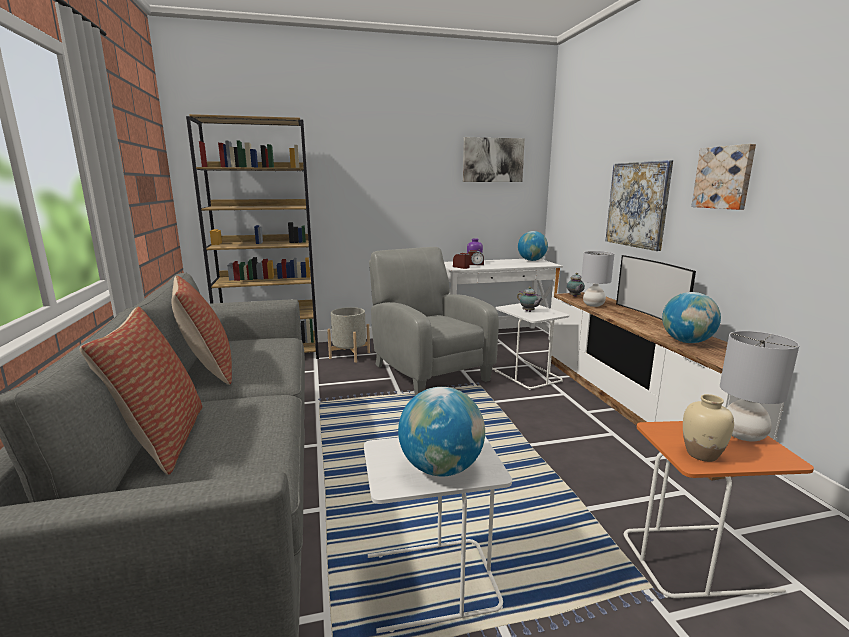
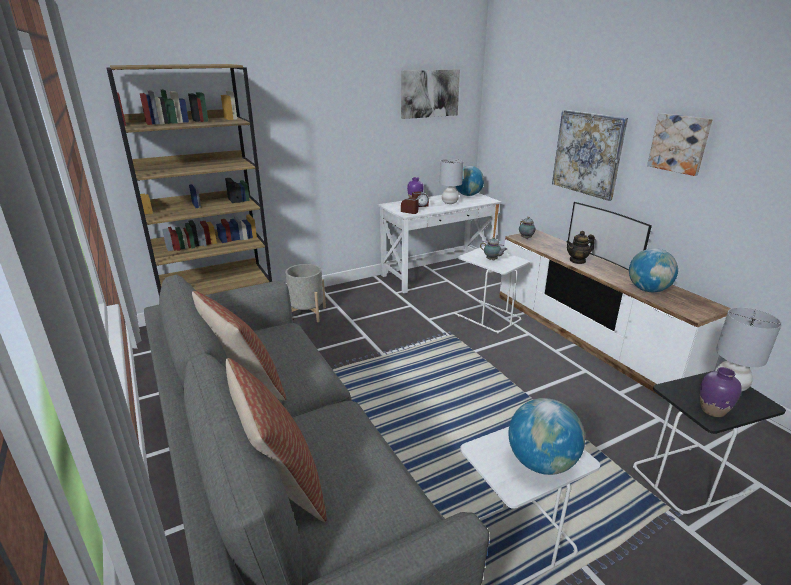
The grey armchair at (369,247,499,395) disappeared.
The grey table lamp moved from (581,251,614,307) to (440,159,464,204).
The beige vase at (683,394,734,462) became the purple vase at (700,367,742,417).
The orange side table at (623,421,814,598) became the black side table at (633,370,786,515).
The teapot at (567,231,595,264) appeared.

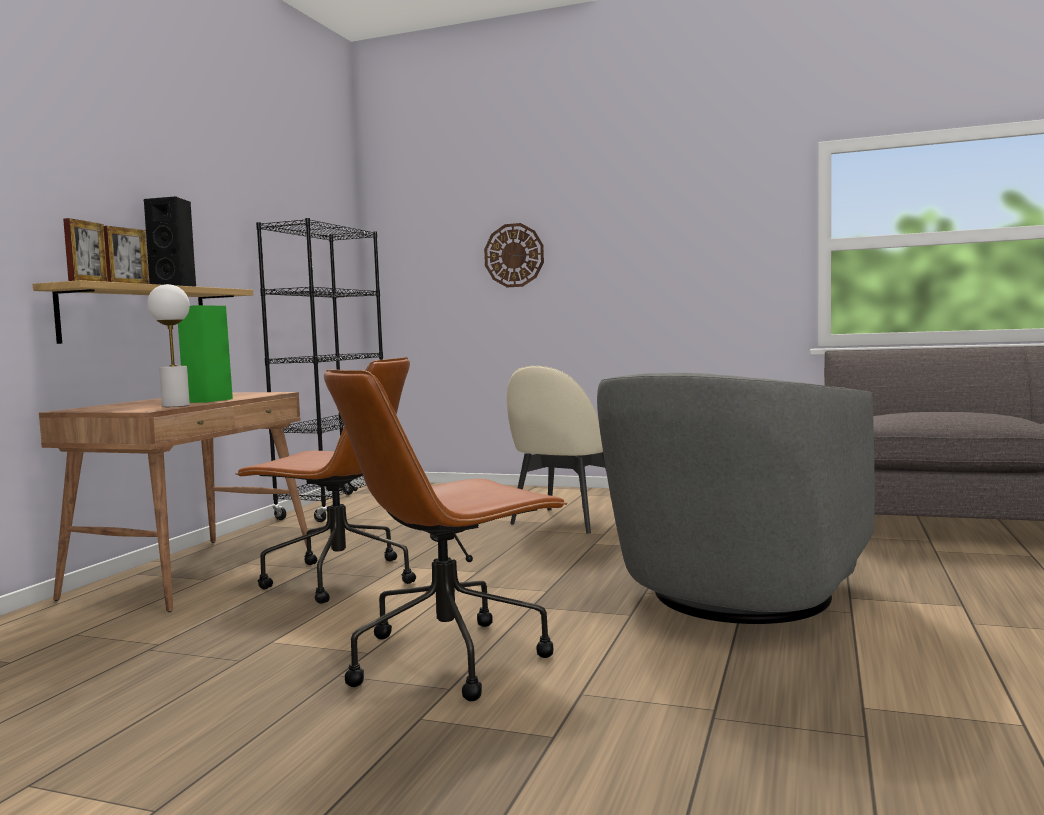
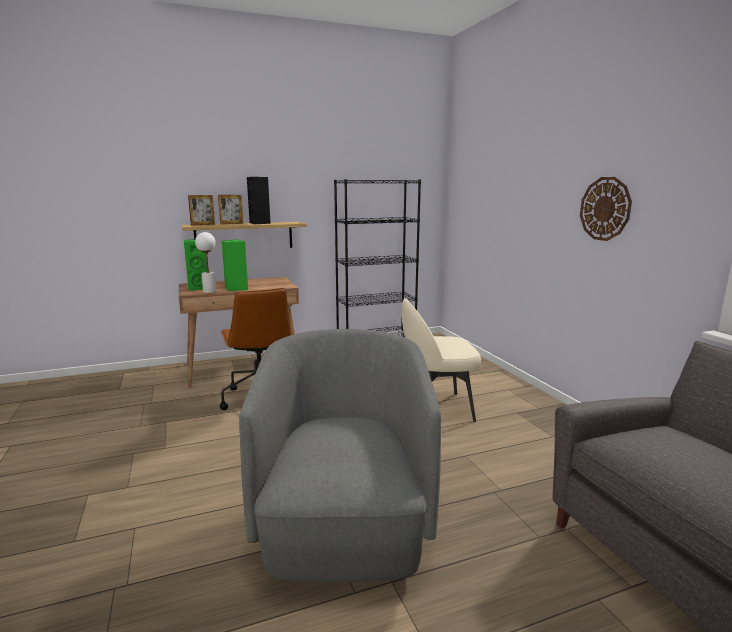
The wall clock moved from (484,223,544,287) to (580,177,632,241).
The brown office chair at (324,369,567,701) disappeared.
The grey armchair at (597,373,875,624) turned 90 degrees clockwise.
The green speaker at (184,239,207,291) appeared.

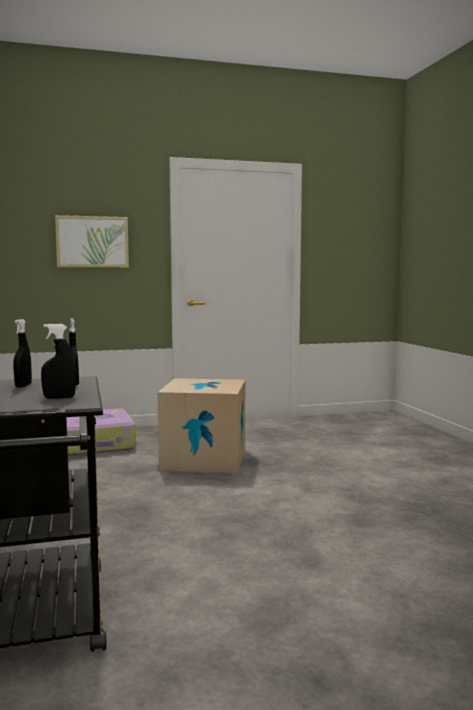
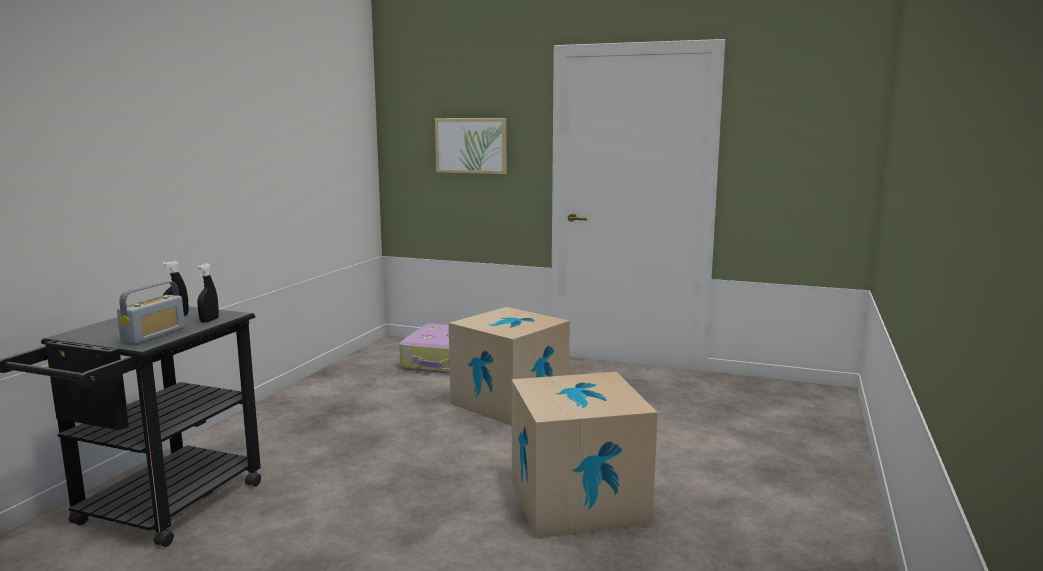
The black spray bottle at (41,324,76,399) was replaced by the radio at (117,281,185,344).
The cardboard box at (511,372,658,538) appeared.

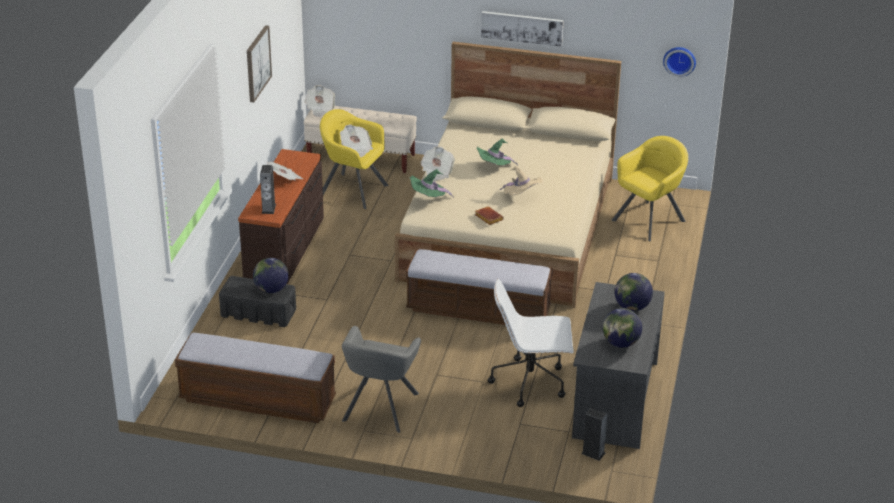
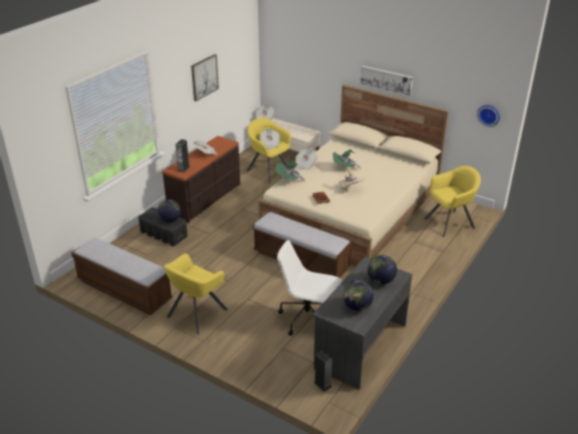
The grey armchair at (342,326,421,433) became the yellow armchair at (164,254,228,335).

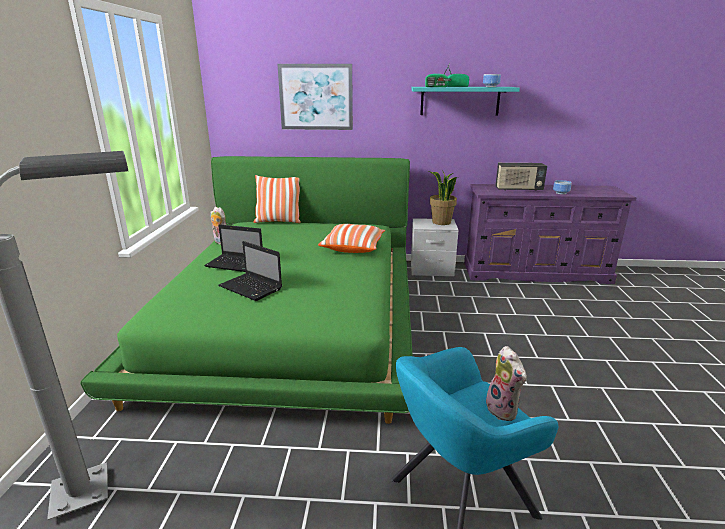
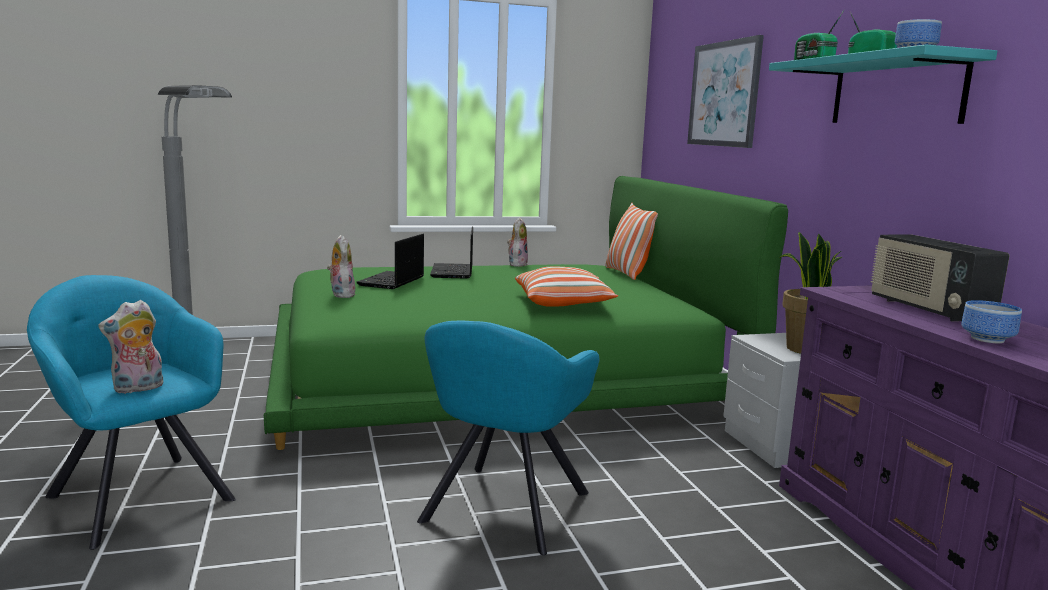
The plush toy at (327,235,355,298) appeared.
The turquoise armchair at (417,321,599,555) appeared.

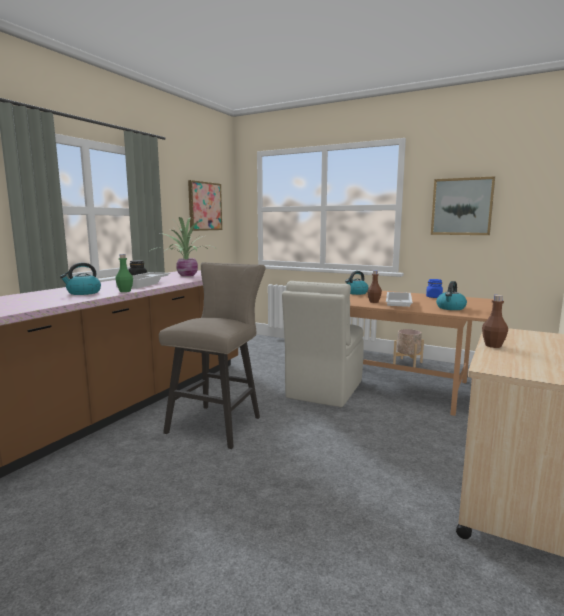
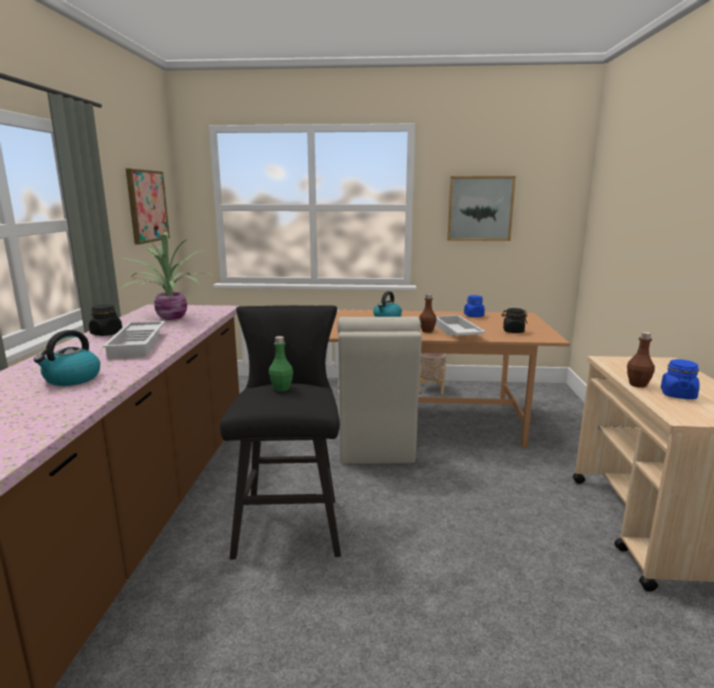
The green bottle moved from (115,254,133,292) to (269,336,293,392).
The beige stool at (159,262,266,449) became the black stool at (220,305,341,560).
The kettle at (436,281,467,310) was replaced by the black jar at (502,308,527,333).
The blue jar at (661,359,700,399) appeared.

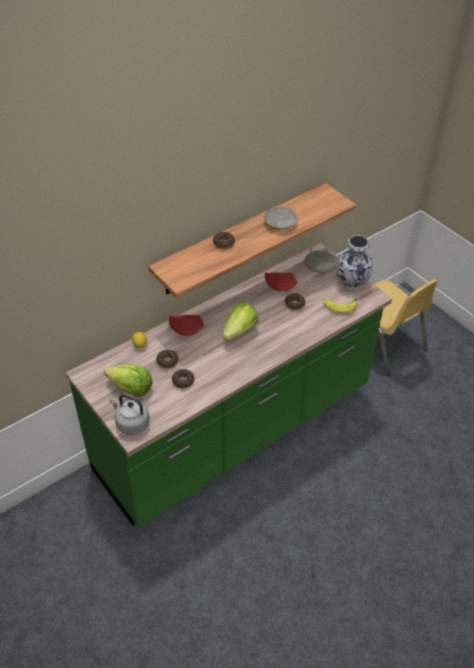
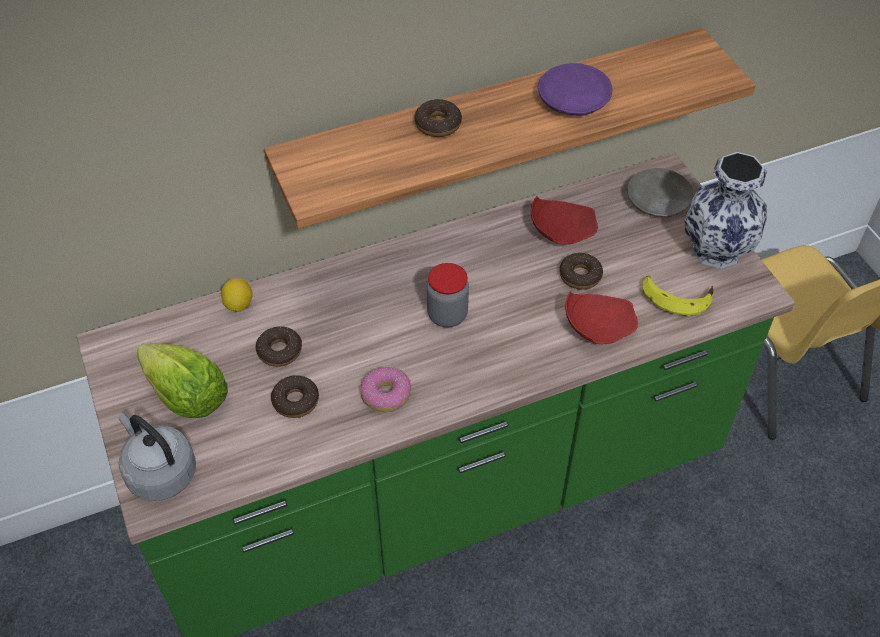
The beige plate at (264,207,298,230) became the purple plate at (538,63,612,116).
The lettuce at (222,303,259,341) was replaced by the jar at (427,263,469,327).
The red plate moved from (169,315,204,336) to (565,292,638,344).
The donut at (360,367,411,412) appeared.

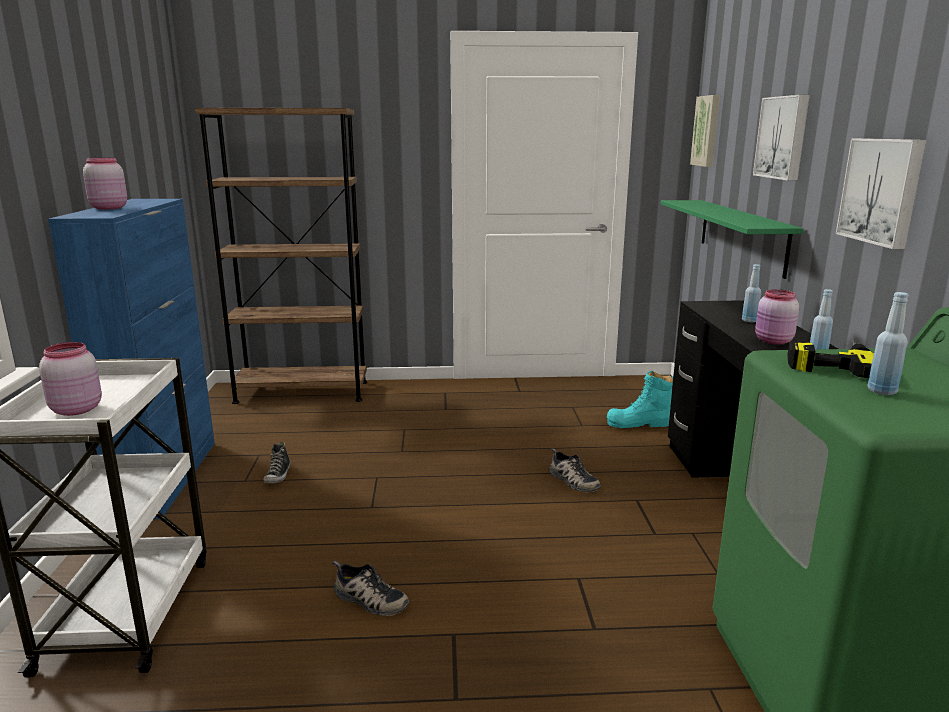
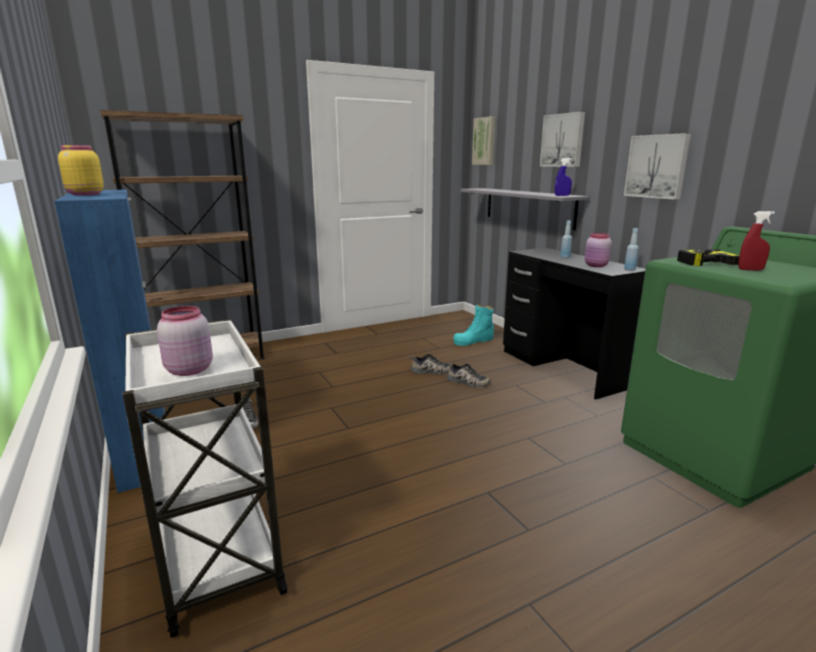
The pink jar at (83,158,127,209) became the yellow jar at (58,145,104,195).
The green shelf at (661,200,804,279) became the grey shelf at (461,188,589,230).
The blue bottle at (868,292,908,395) was replaced by the red spray bottle at (738,211,775,271).
The shoe moved from (332,561,409,616) to (409,354,452,375).
The blue spray bottle at (555,158,572,196) appeared.

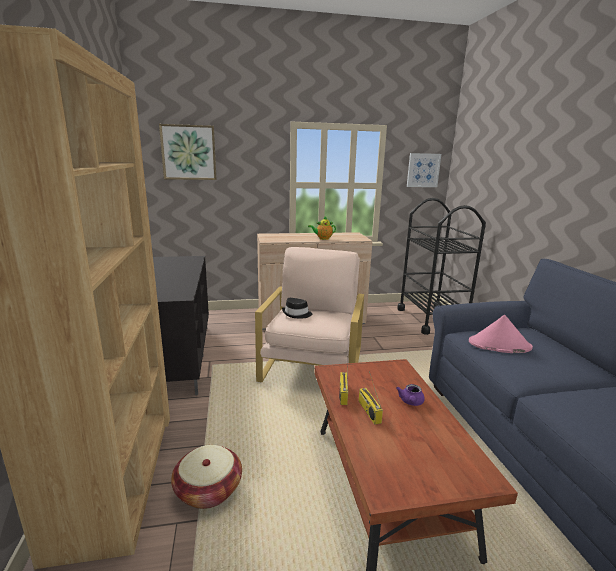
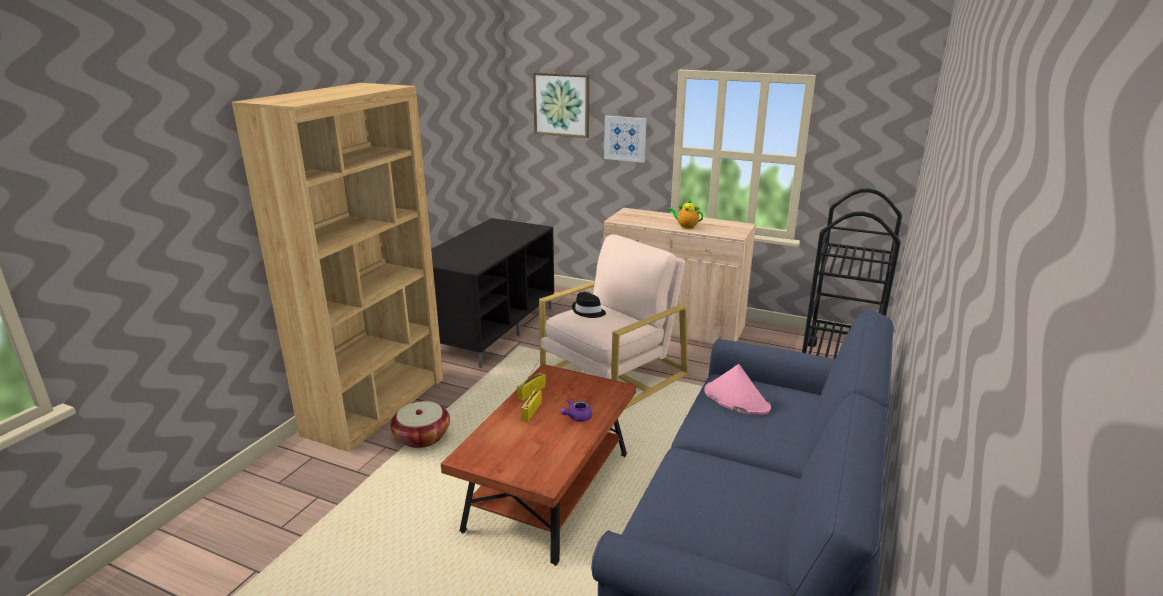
The picture moved from (407,153,441,187) to (604,116,646,163).

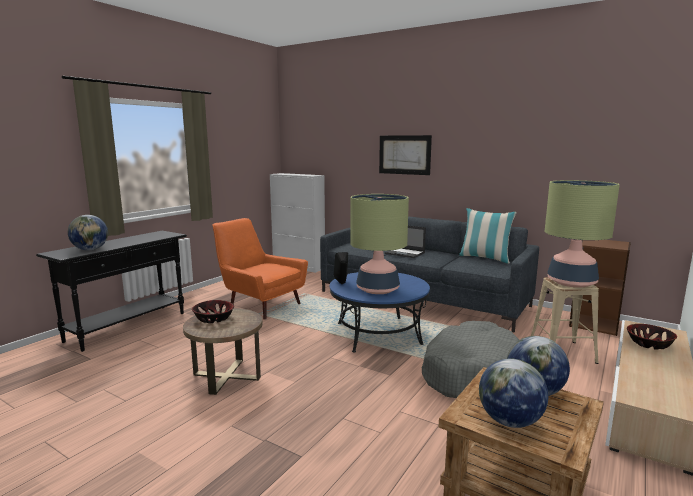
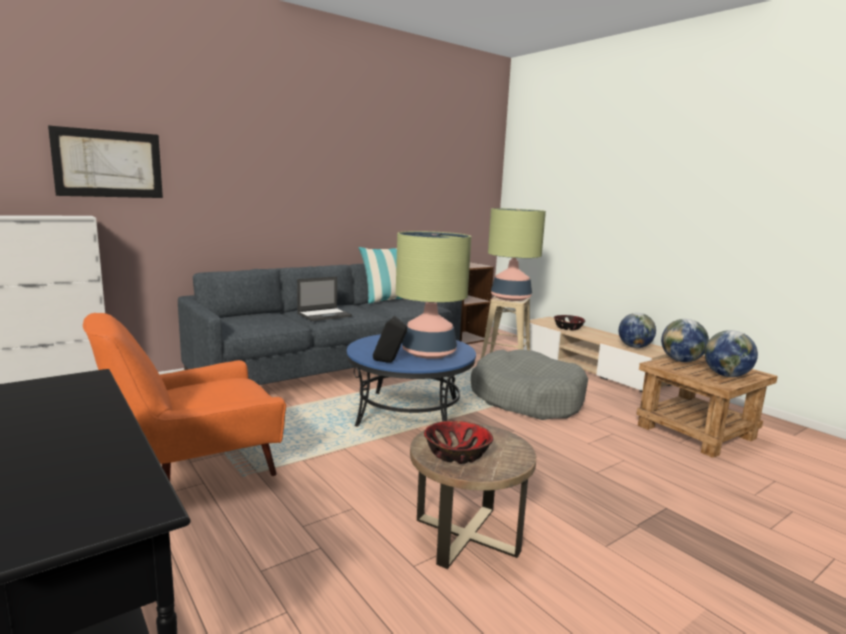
The picture moved from (379,135,432,175) to (48,125,163,198).
The globe moved from (68,215,108,250) to (619,313,656,348).

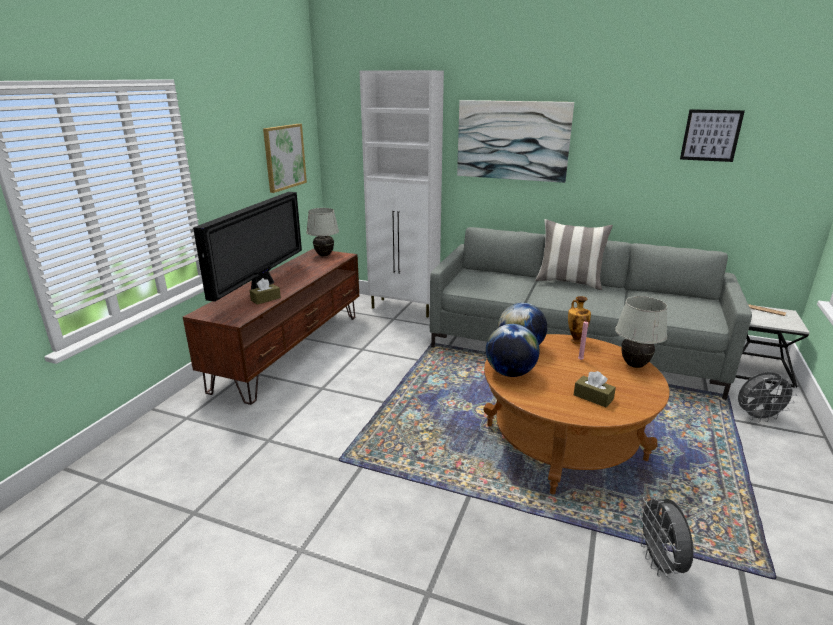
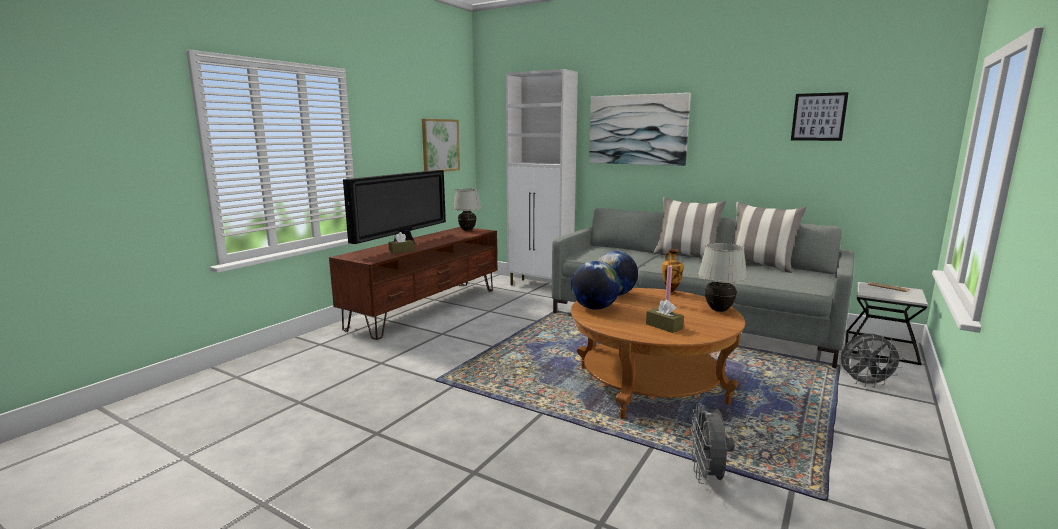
The pillow at (731,202,807,273) appeared.

